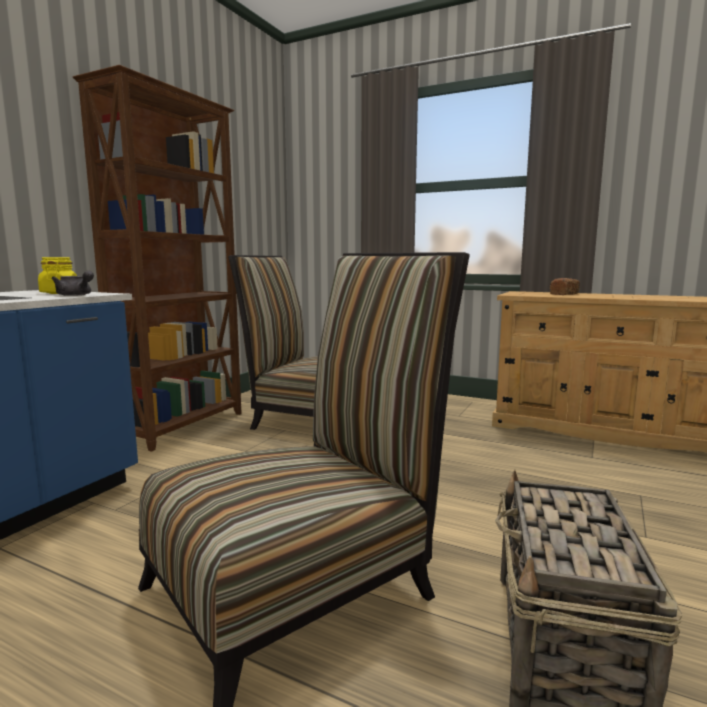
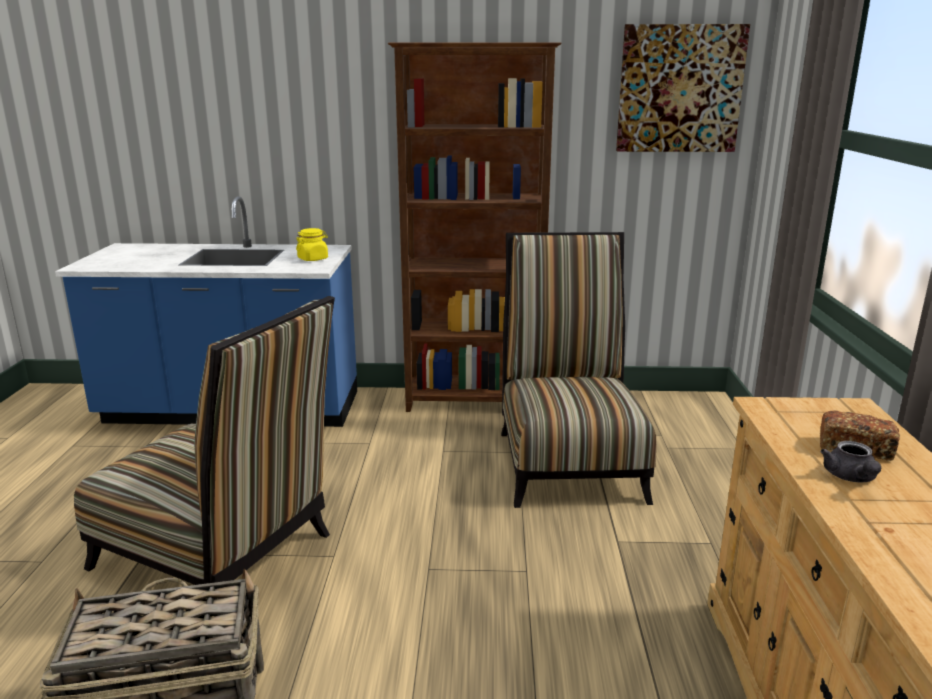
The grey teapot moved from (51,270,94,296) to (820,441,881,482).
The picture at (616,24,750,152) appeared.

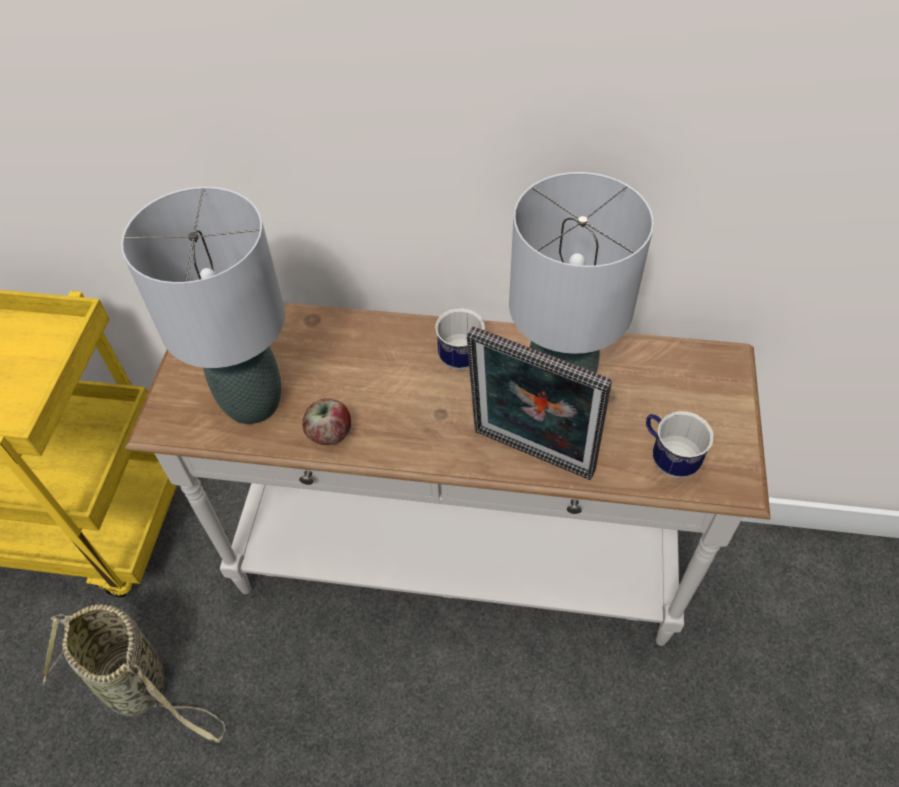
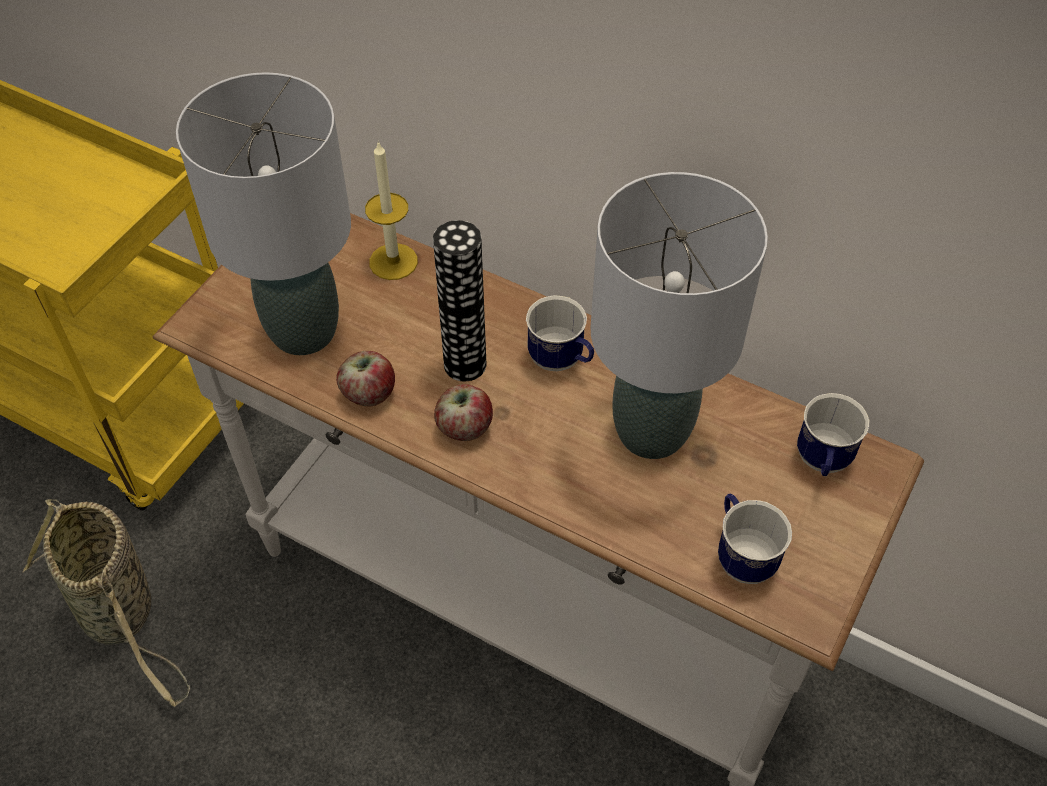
The picture frame at (467,326,612,480) disappeared.
The candle at (365,141,418,280) appeared.
The vase at (433,220,487,382) appeared.
The apple at (434,384,493,441) appeared.
The mug at (797,393,869,476) appeared.

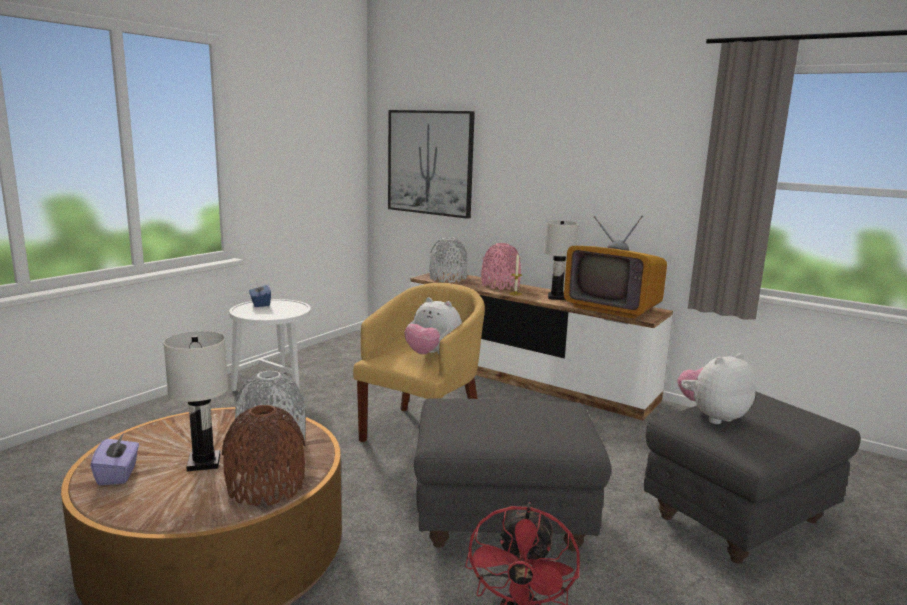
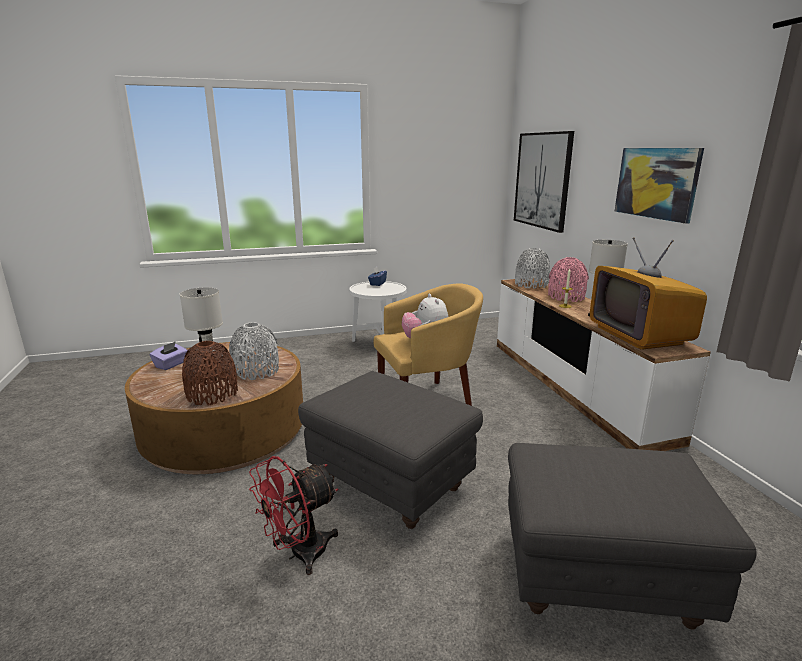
The plush toy at (678,353,756,424) disappeared.
The picture at (615,148,704,224) appeared.

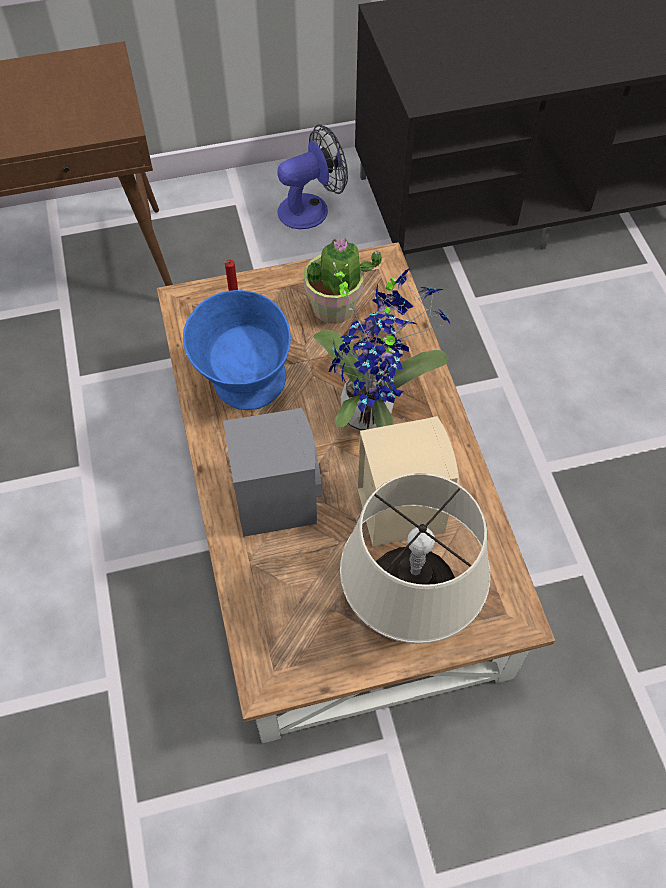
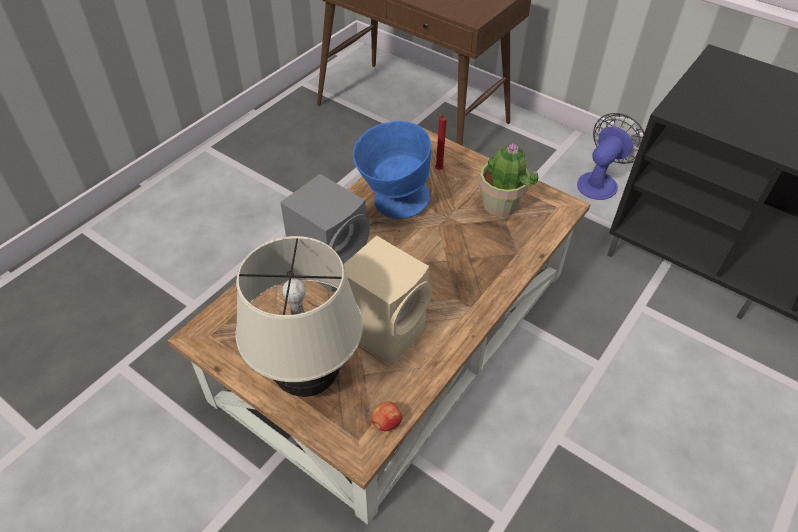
The fan at (277,124,348,229) turned 75 degrees counterclockwise.
The potted plant at (314,262,451,431) disappeared.
The apple at (371,402,402,431) appeared.

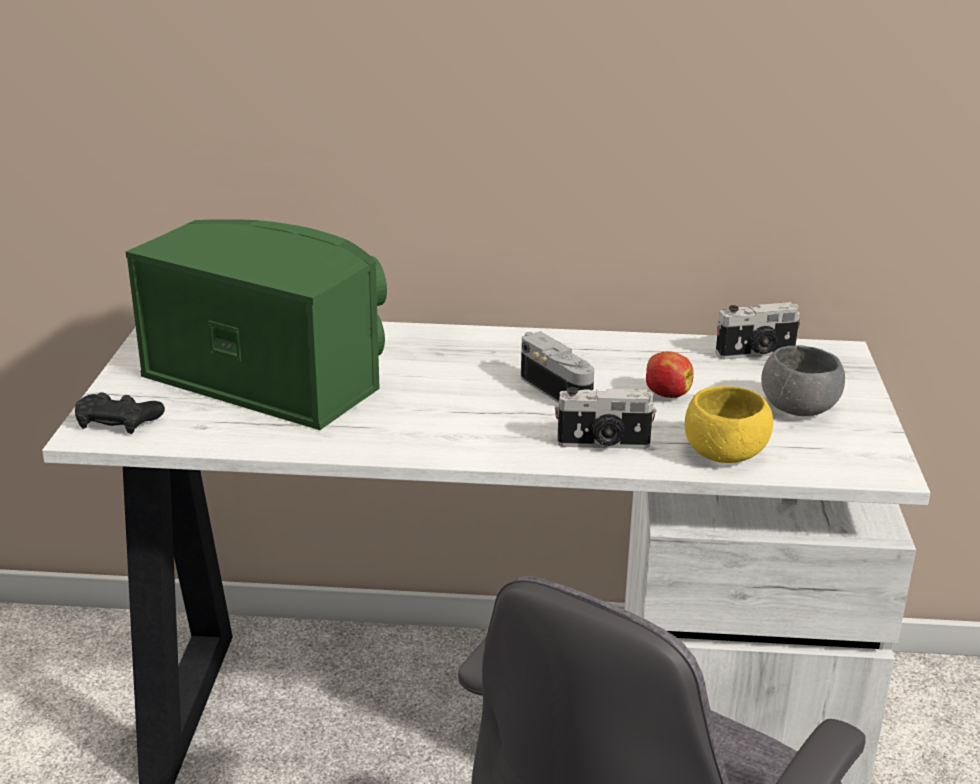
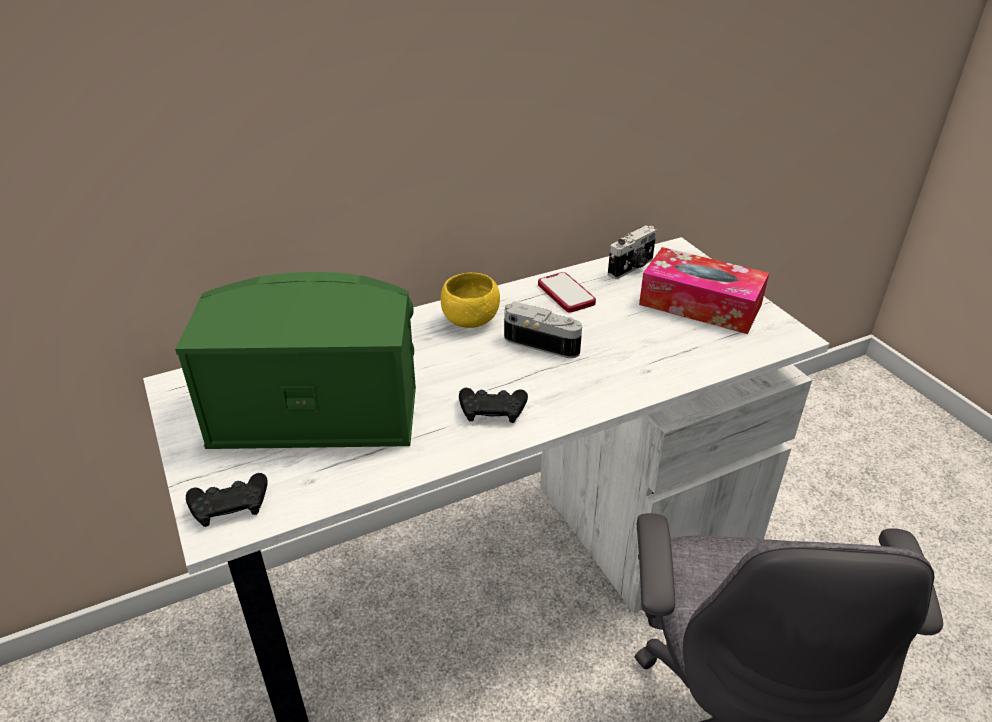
The grey bowl at (761,345,845,416) was replaced by the tissue box at (639,247,769,334).
The apple at (646,351,694,398) disappeared.
The yellow bowl moved from (685,386,773,463) to (441,273,500,328).
The photo camera at (555,387,657,449) disappeared.
The phone at (538,272,596,313) appeared.
The black game controller at (459,388,528,423) appeared.

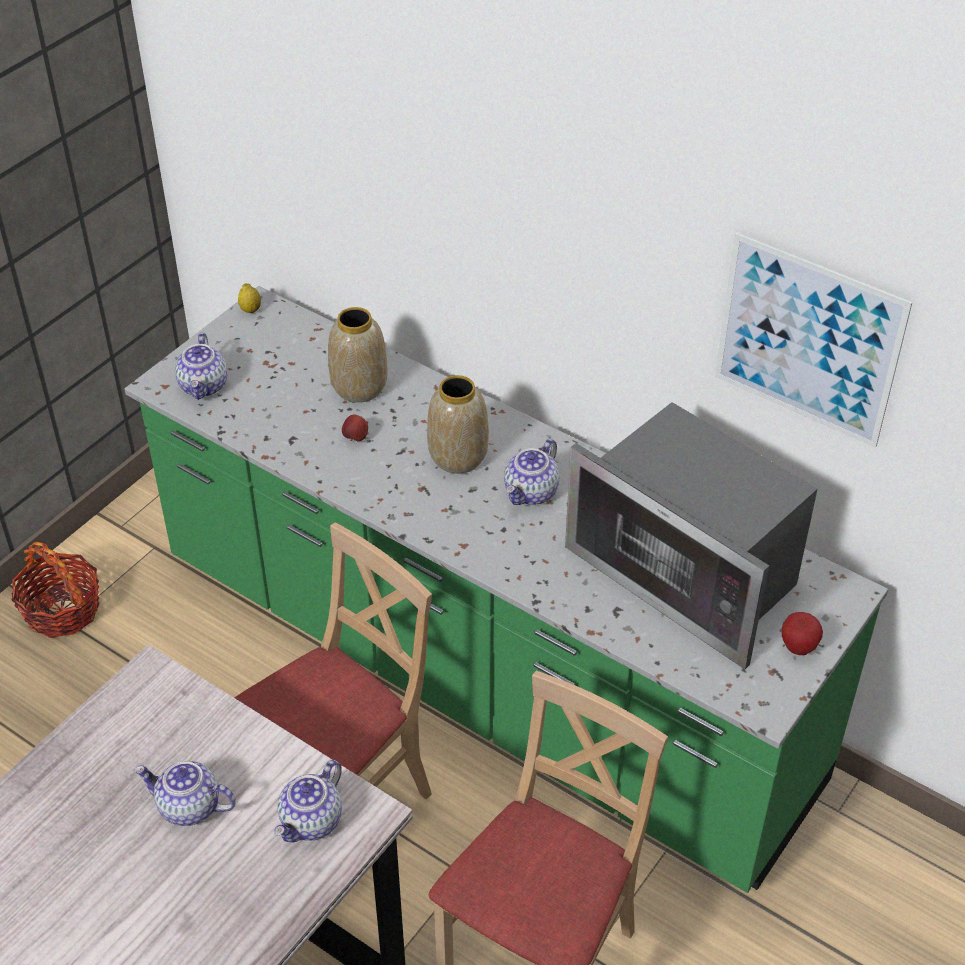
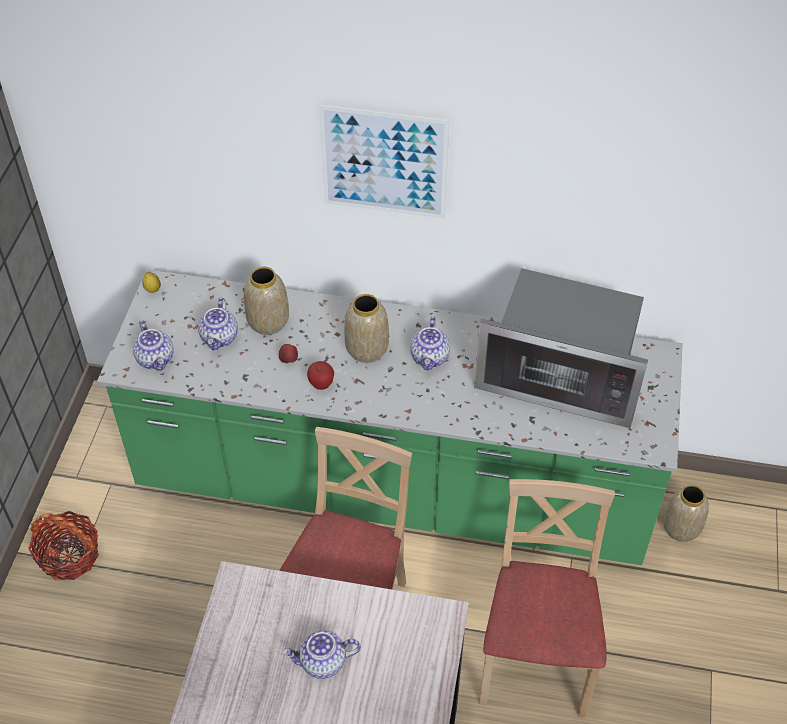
The picture moved from (715,232,912,448) to (319,105,449,219).
The apple moved from (782,612,823,655) to (307,361,334,390).
The teapot moved from (274,760,342,843) to (198,298,238,351).
The vase at (663,485,709,542) appeared.

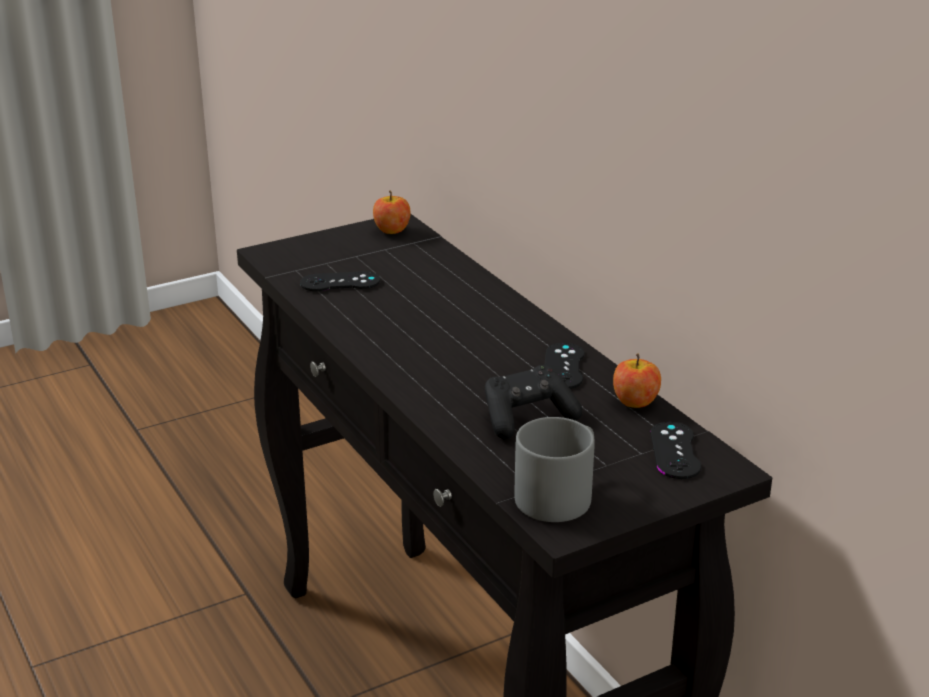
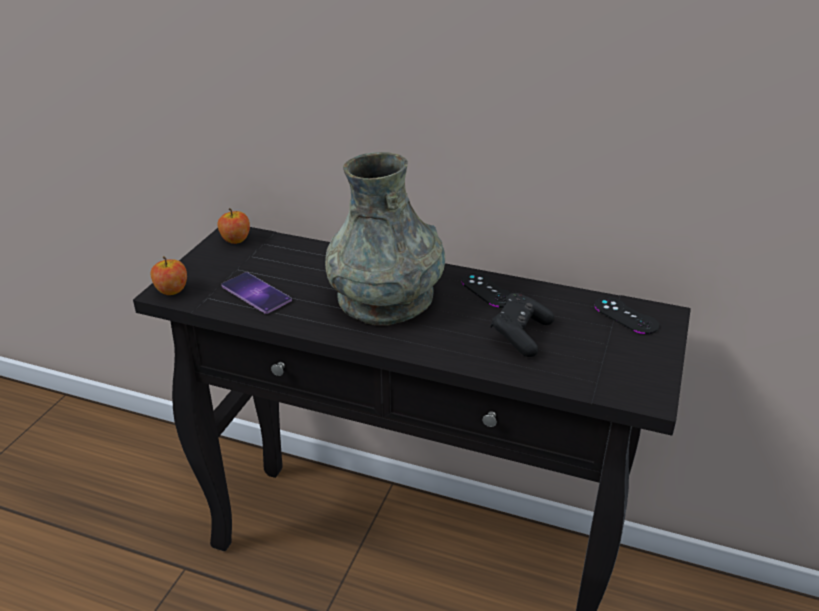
The black game controller at (300,271,381,291) was replaced by the phone at (221,272,292,314).
The apple moved from (613,353,661,408) to (151,256,187,295).
The grey mug at (515,417,595,522) disappeared.
The grey vase at (325,152,445,326) appeared.

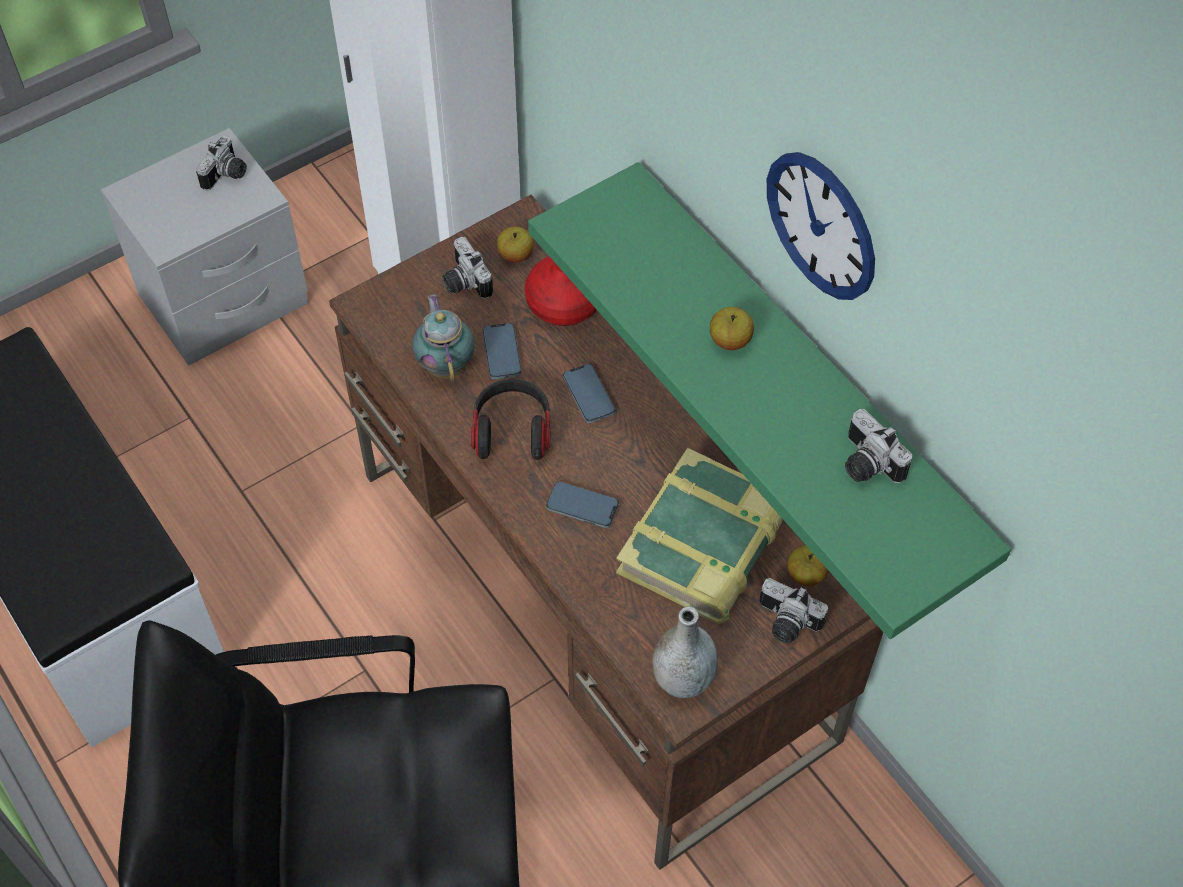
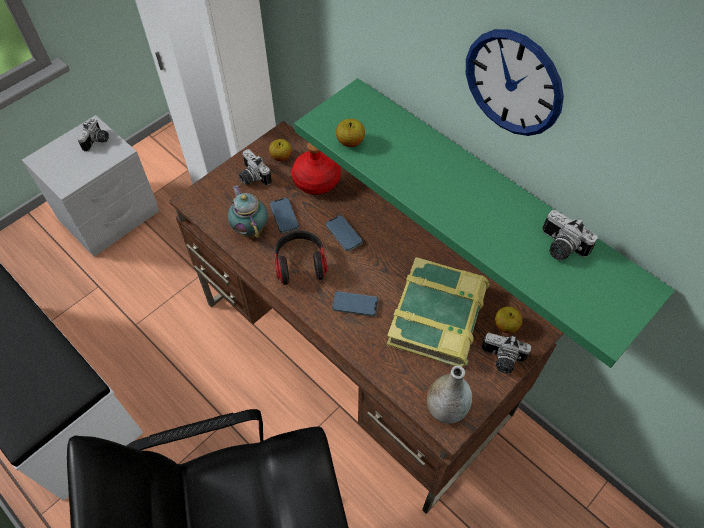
The apple moved from (710,307,754,350) to (336,119,365,147).

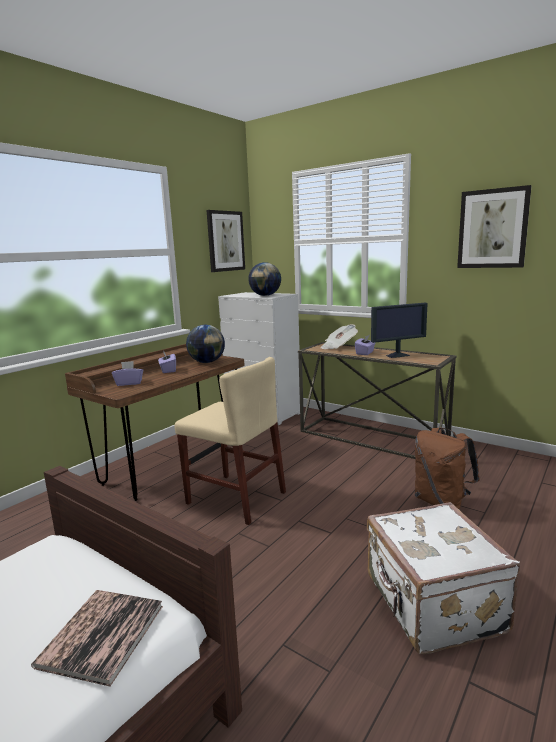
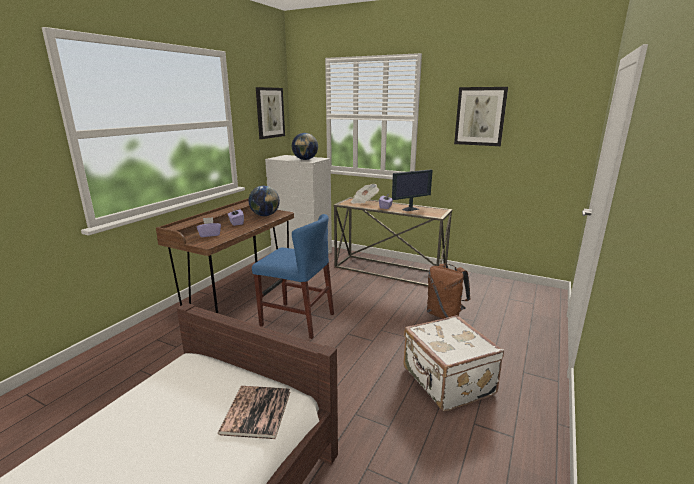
The beige chair at (175,357,286,525) became the blue chair at (252,214,334,339).

